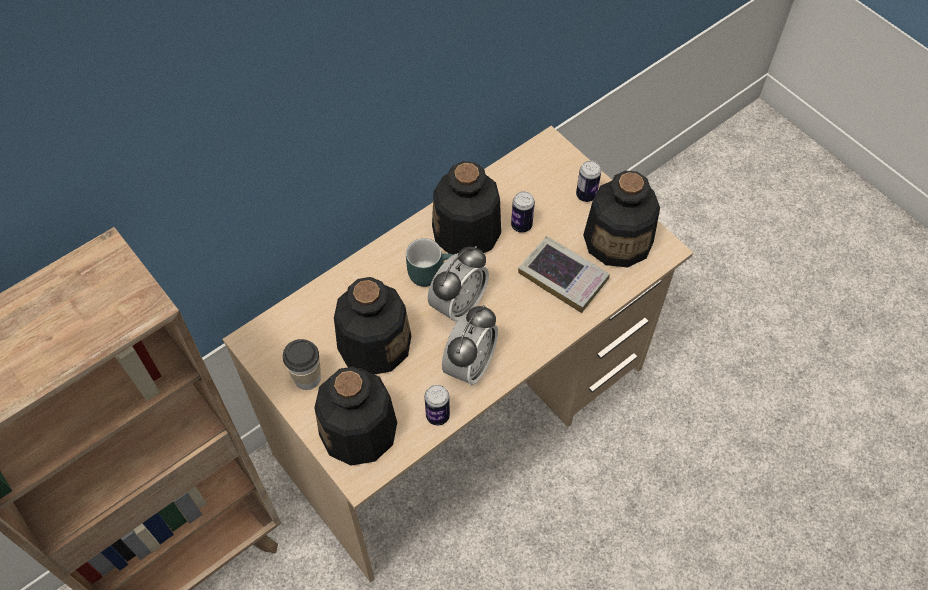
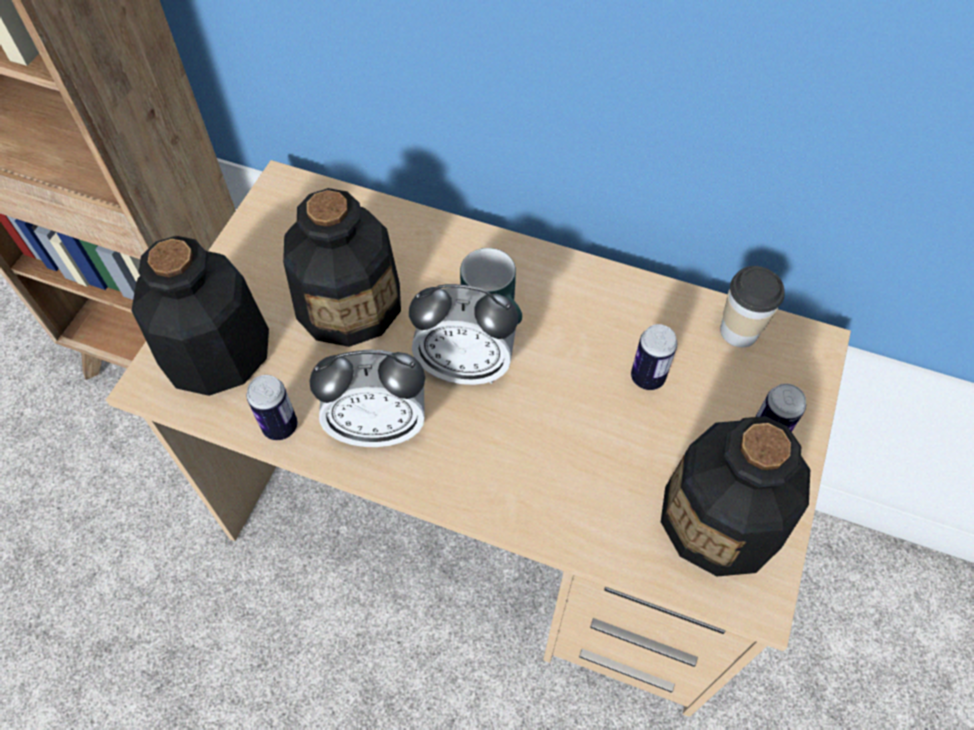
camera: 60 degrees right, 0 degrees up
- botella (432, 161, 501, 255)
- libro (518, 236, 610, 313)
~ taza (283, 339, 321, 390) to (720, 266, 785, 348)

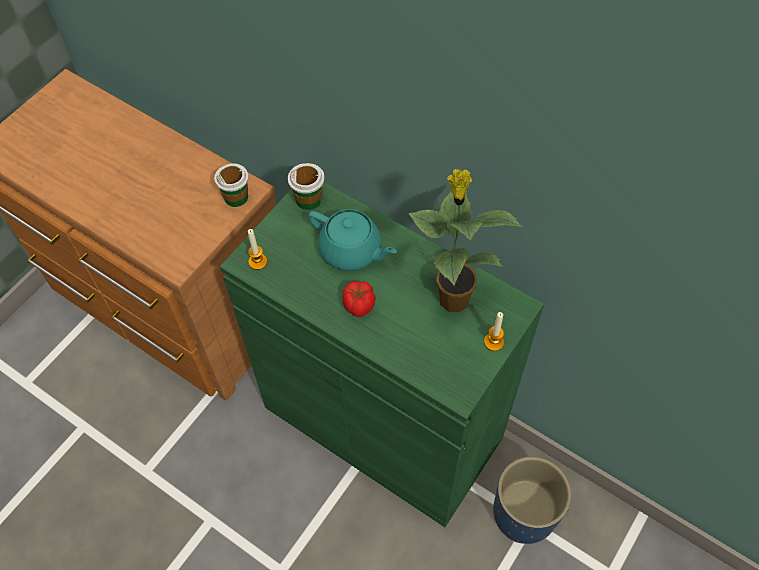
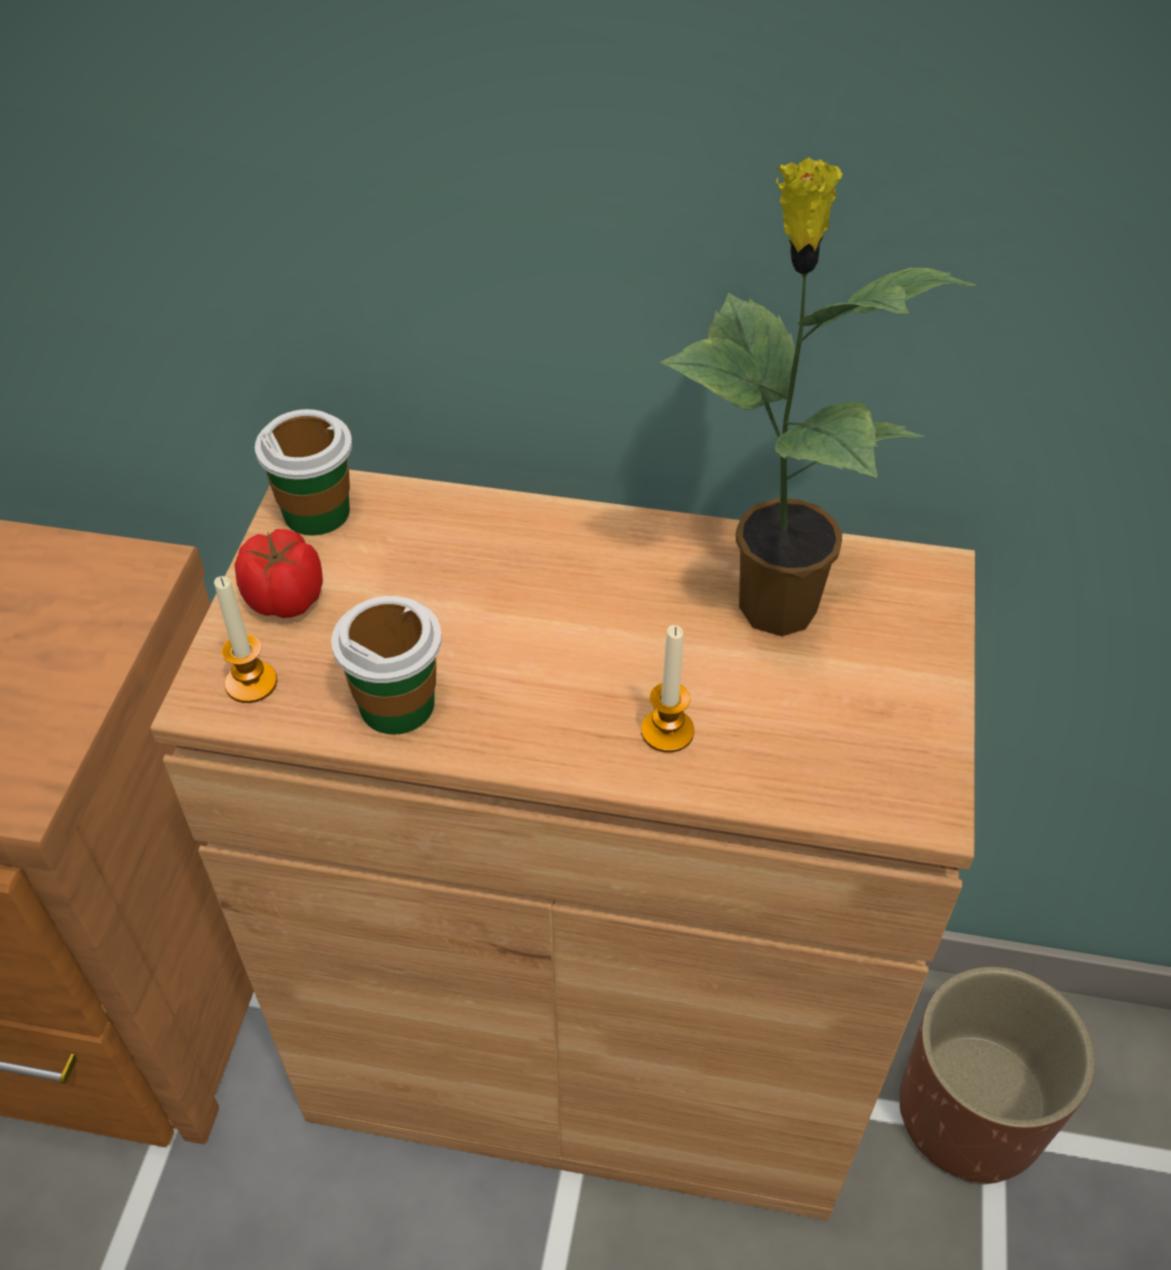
camera: 25 degrees left, 10 degrees down
- tetera/turquesa (308, 209, 397, 271)
~ taza (214, 163, 249, 207) to (331, 596, 442, 735)
~ tomate (342, 281, 376, 317) to (234, 529, 323, 618)
~ vela (484, 312, 504, 351) to (641, 625, 694, 753)
~ armario/verde (220, 182, 544, 527) to armario/marrón (150, 469, 975, 1220)
~ maceta/azul (493, 457, 571, 544) to maceta/marrón (899, 967, 1095, 1184)

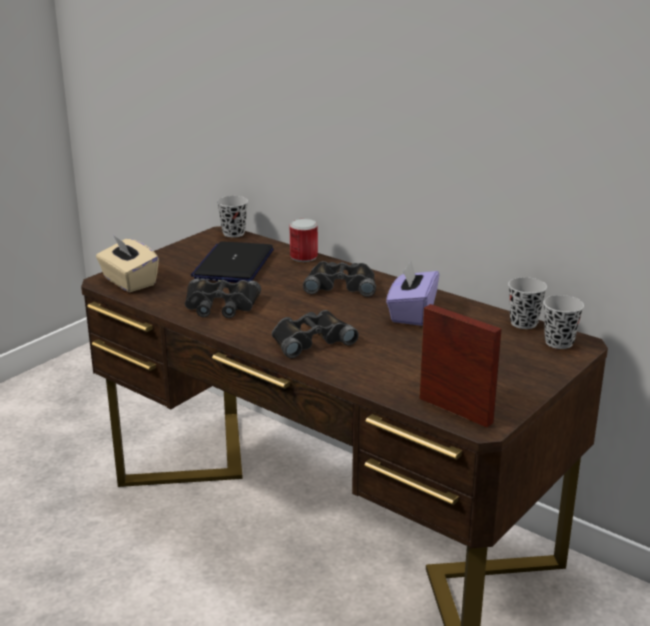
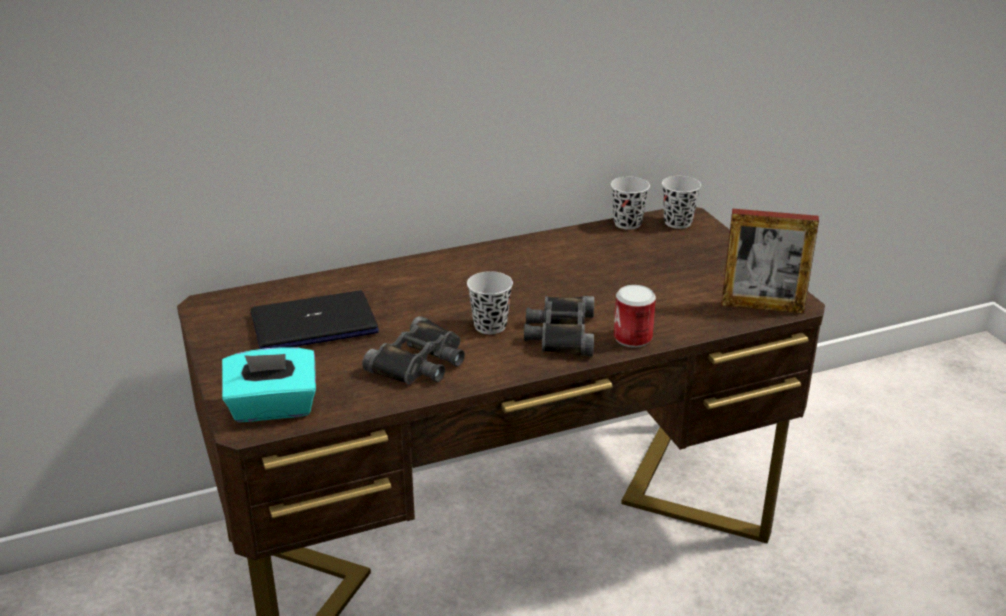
camera: 60 degrees left, 5 degrees up
- prismáticos/negro (303, 261, 376, 297)
- caja de pañuelos/morado (386, 261, 439, 326)
~ taza/negro (217, 196, 248, 238) to (467, 271, 513, 334)
~ lata (290, 219, 318, 262) to (614, 285, 656, 348)
~ caja de pañuelos/beis (96, 235, 159, 292) to caja de pañuelos/turquesa (222, 347, 316, 422)
~ portátil (191, 241, 274, 283) = (251, 290, 379, 349) 120 degrees clockwise
~ portarretratos (419, 304, 502, 427) = (721, 208, 819, 314) 150 degrees counterclockwise

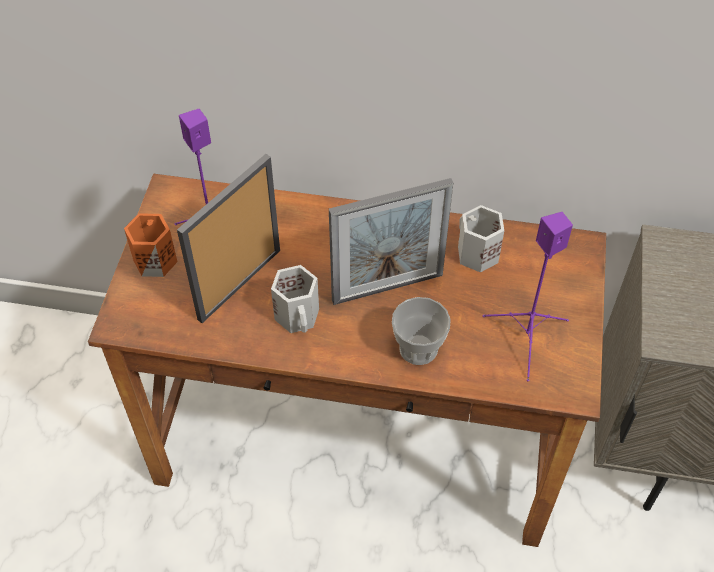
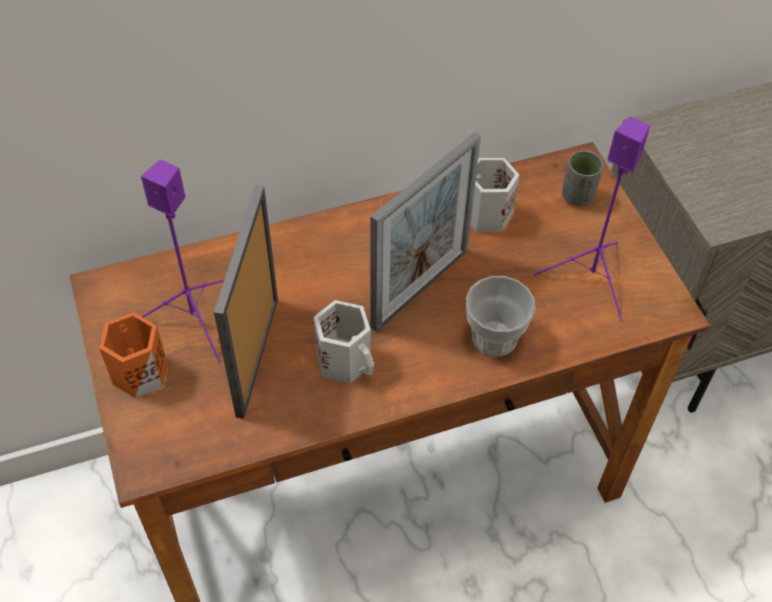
camera: 30 degrees left, 0 degrees up
+ taza/gris (562, 151, 603, 206)

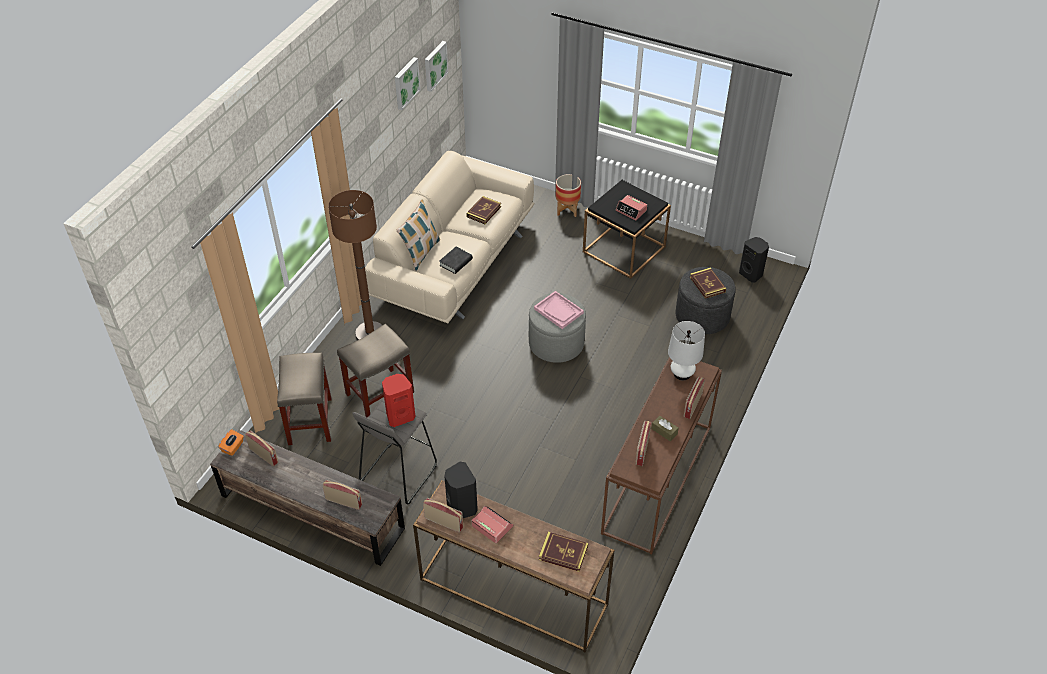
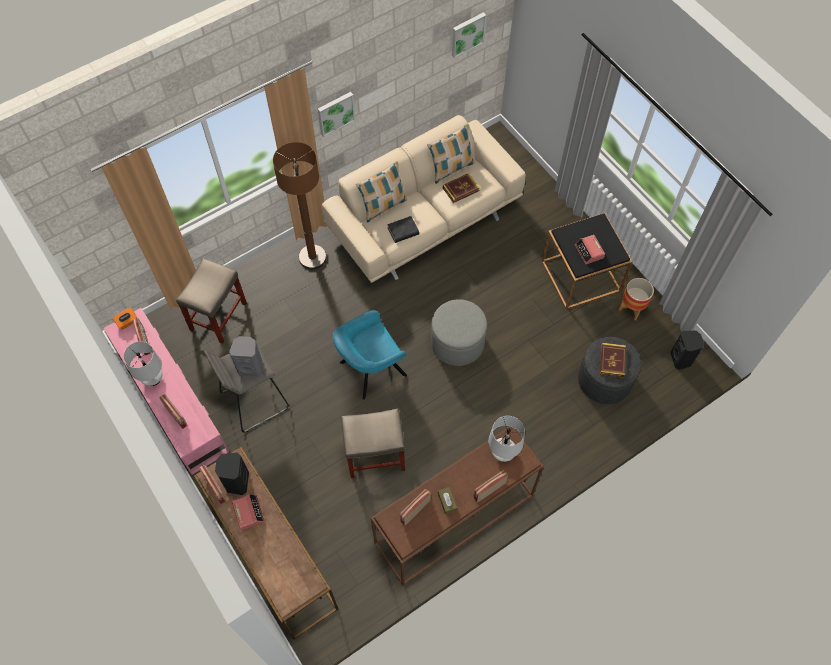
camera: 30 degrees right, 15 degrees up
- bandeja/rosa (534, 291, 584, 329)
- libro (539, 532, 588, 572)
+ lámpara de mesa/blanco (123, 341, 162, 386)
+ sillón/turquesa (333, 310, 407, 400)
+ cojín (427, 124, 475, 184)
~ taburete/beis (337, 324, 414, 418) to (341, 409, 405, 478)
~ cuadro (395, 57, 421, 110) to (318, 92, 356, 137)
~ maceta (556, 174, 581, 217) to (619, 278, 654, 320)
~ mueble de televisión/marrón (210, 430, 405, 566) to mueble de televisión/rosa (104, 308, 229, 475)
~ altavoz/rojo (382, 374, 415, 427) to altavoz/gris (229, 336, 262, 377)

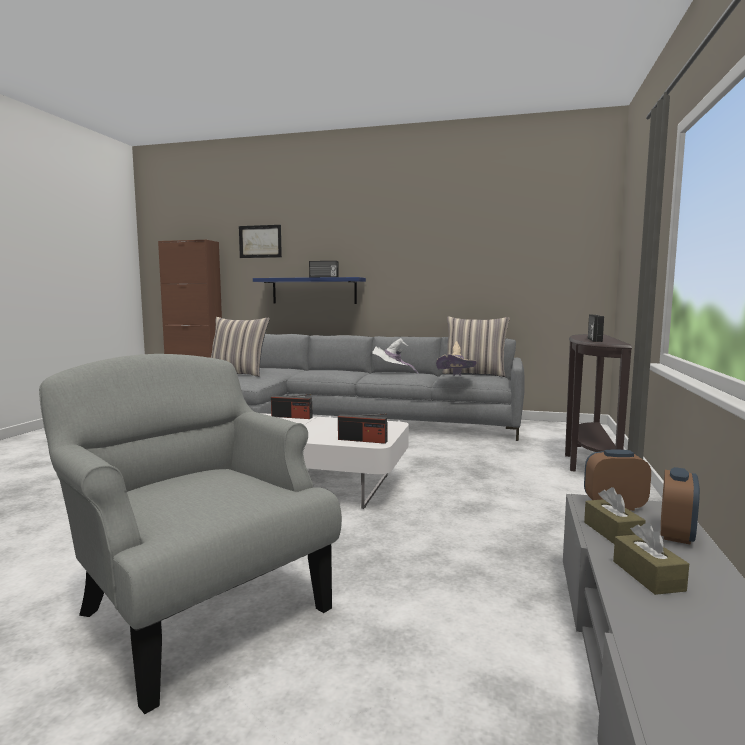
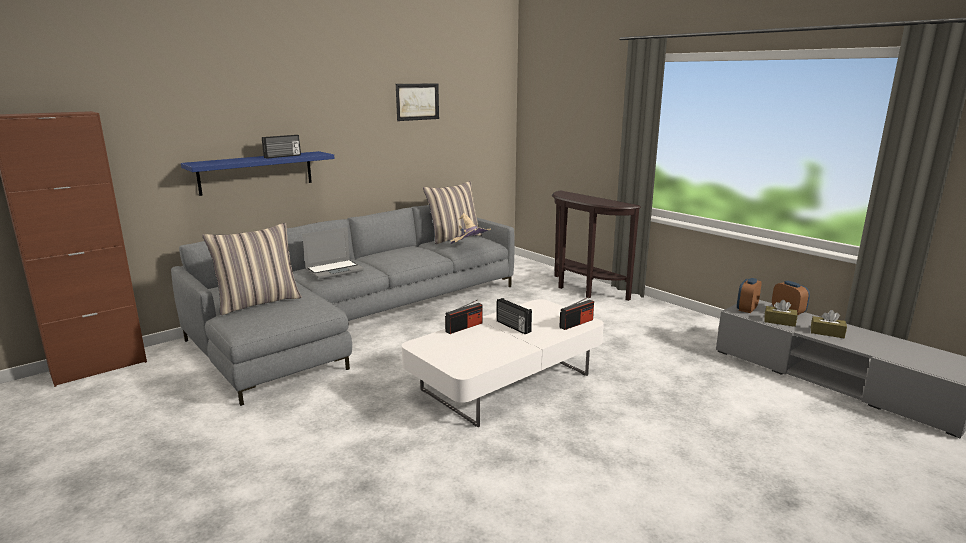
camera: 55 degrees left, 10 degrees up
- sillón/gris (39, 354, 342, 714)
- sombrero/blanco (372, 338, 418, 374)
+ portátil (302, 227, 364, 279)
~ cuadro (239, 225, 282, 258) to (396, 83, 439, 121)
~ radio (588, 315, 604, 342) to (497, 298, 532, 334)

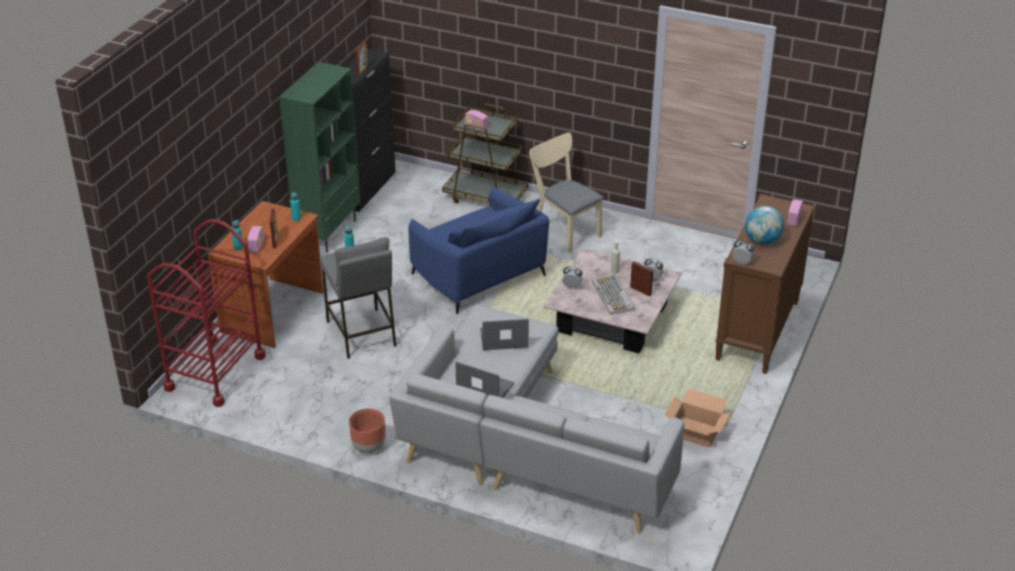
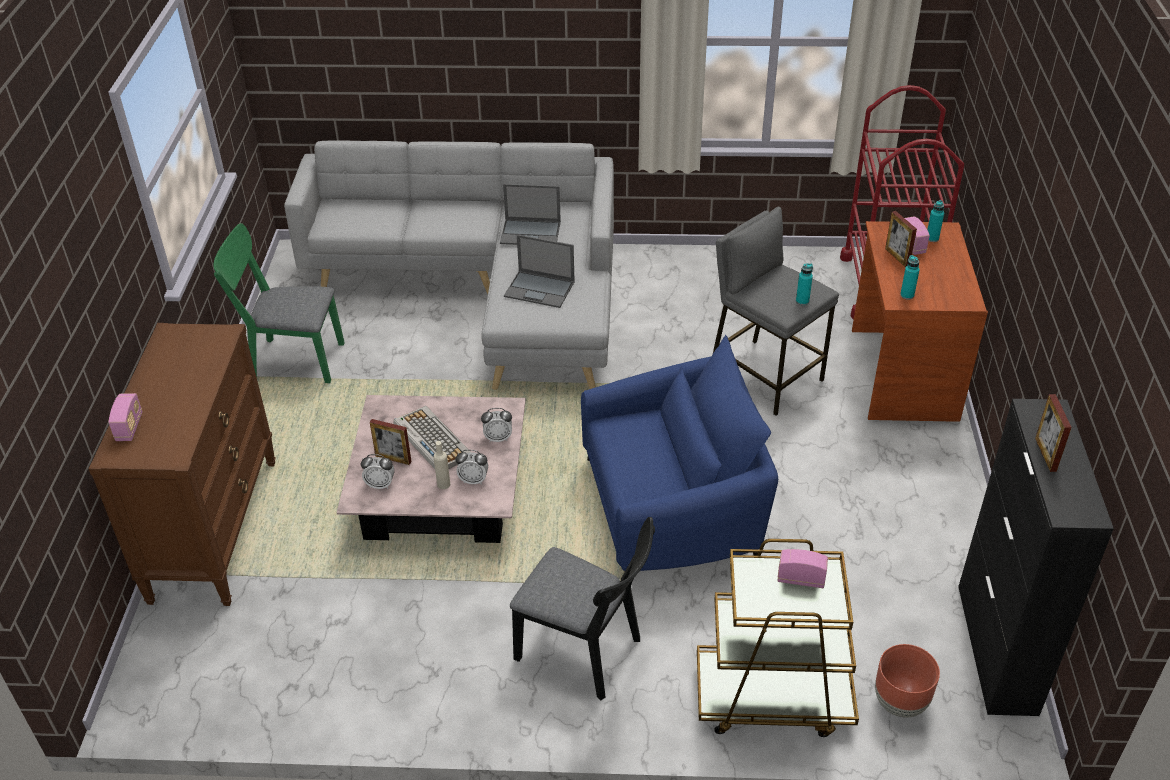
camera: 160 degrees right, 5 degrees up
- estantería/verde (279, 62, 361, 252)
- globo terráqueo (745, 206, 784, 245)
~ maceta/marrón (349, 409, 386, 453) to (875, 644, 940, 718)
~ despertador (732, 239, 755, 265) to (455, 450, 488, 485)
~ caja de cartón (665, 389, 730, 448) to silla/verde (213, 223, 345, 383)
~ silla/beis (529, 132, 603, 253) to silla/negro (510, 517, 655, 701)
~ sillón/azul (408, 188, 549, 314) = (581, 335, 778, 571) 135 degrees clockwise
~ portátil (480, 319, 529, 350) = (504, 234, 575, 308) 45 degrees clockwise

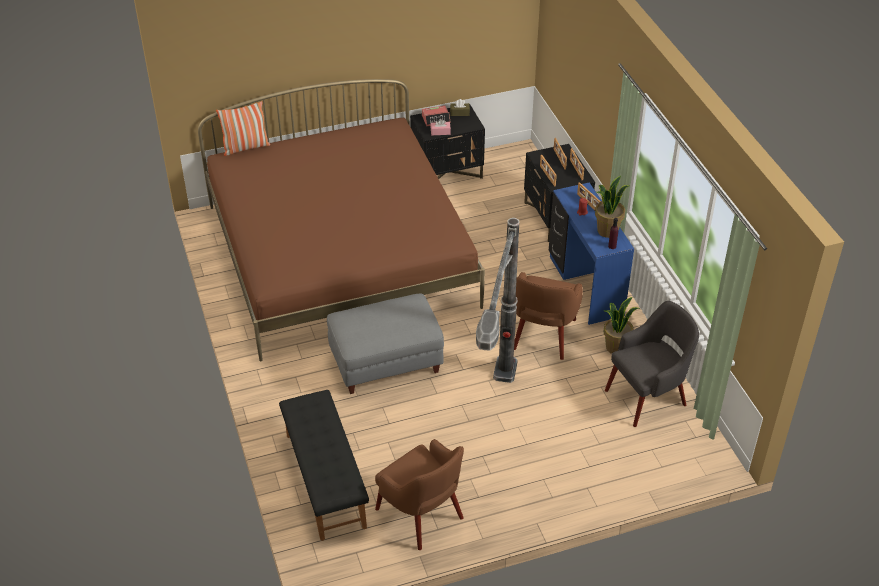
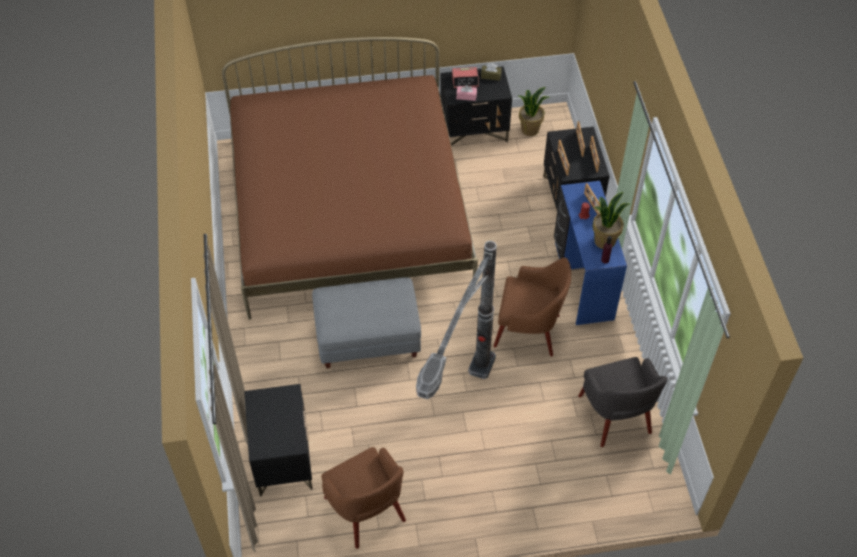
camera: 10 degrees right, 10 degrees up
- cojín (216, 101, 270, 156)
~ planta en maceta (604, 297, 640, 354) to (519, 87, 550, 136)
~ banco/negro (279, 390, 369, 541) to mesita de noche/negro (244, 384, 312, 496)
~ sillón/marrón (514, 272, 583, 360) = (494, 257, 571, 356) 105 degrees counterclockwise
~ sillón/gris (605, 301, 699, 427) = (578, 357, 668, 447) 90 degrees clockwise

